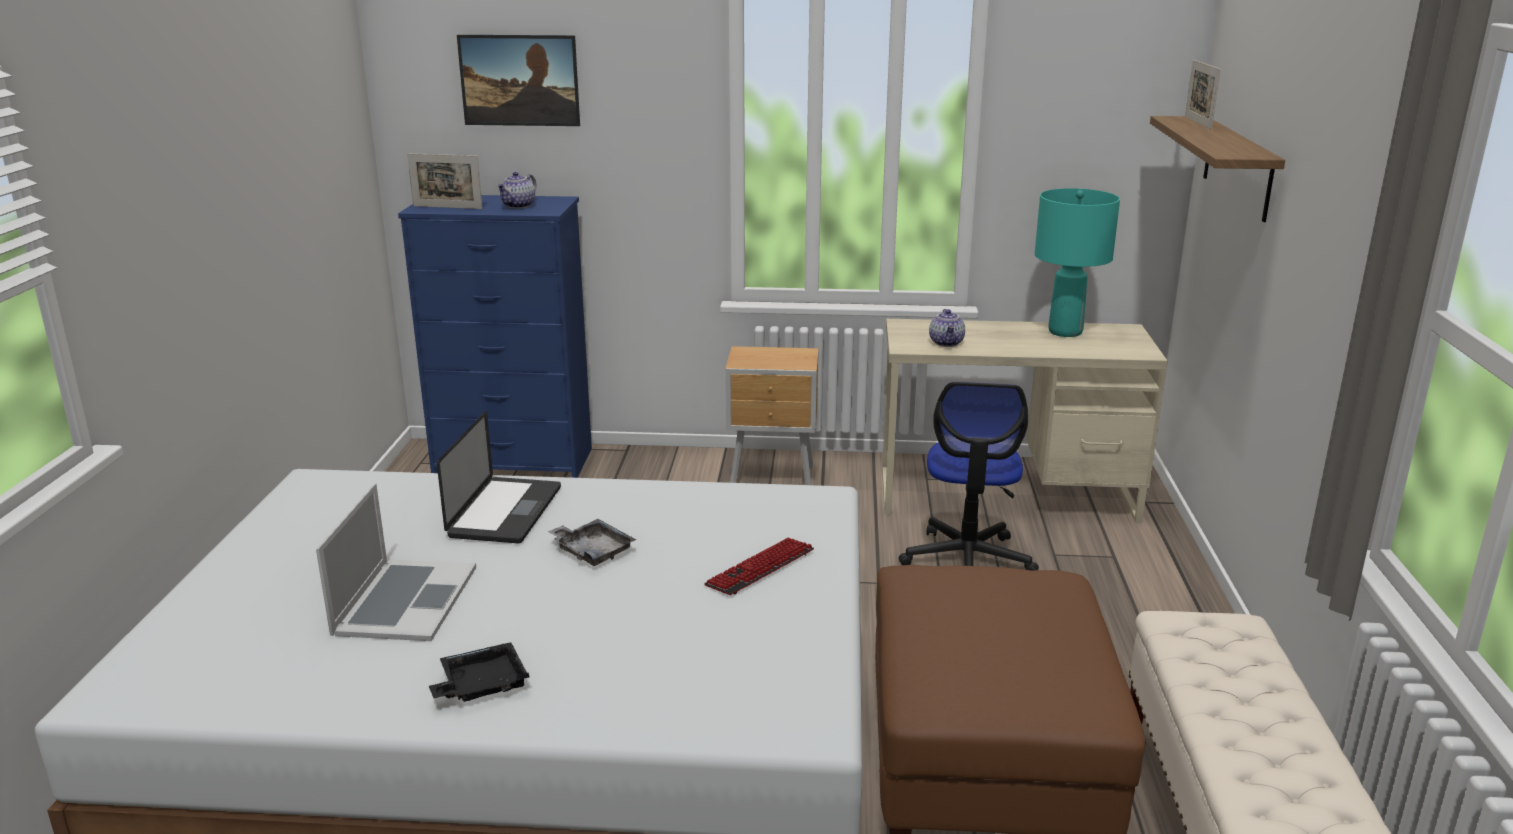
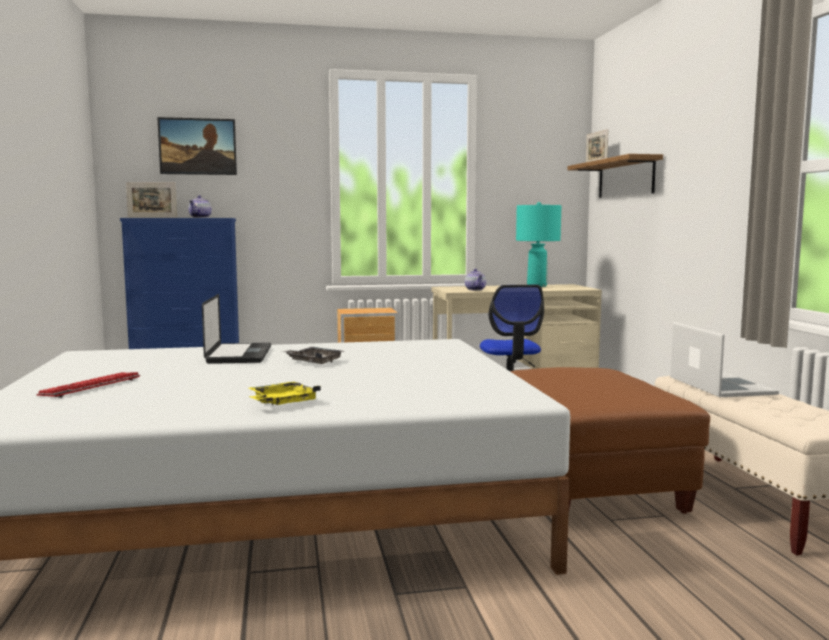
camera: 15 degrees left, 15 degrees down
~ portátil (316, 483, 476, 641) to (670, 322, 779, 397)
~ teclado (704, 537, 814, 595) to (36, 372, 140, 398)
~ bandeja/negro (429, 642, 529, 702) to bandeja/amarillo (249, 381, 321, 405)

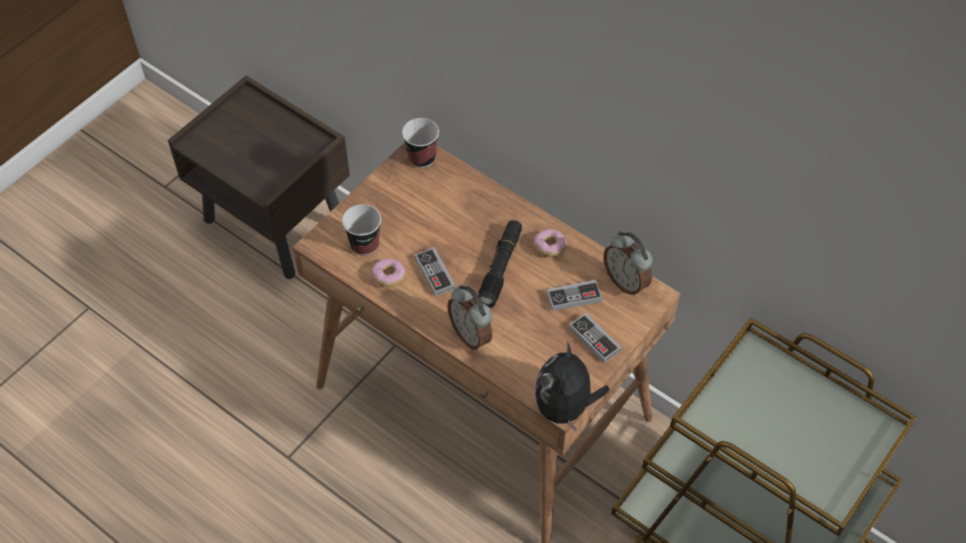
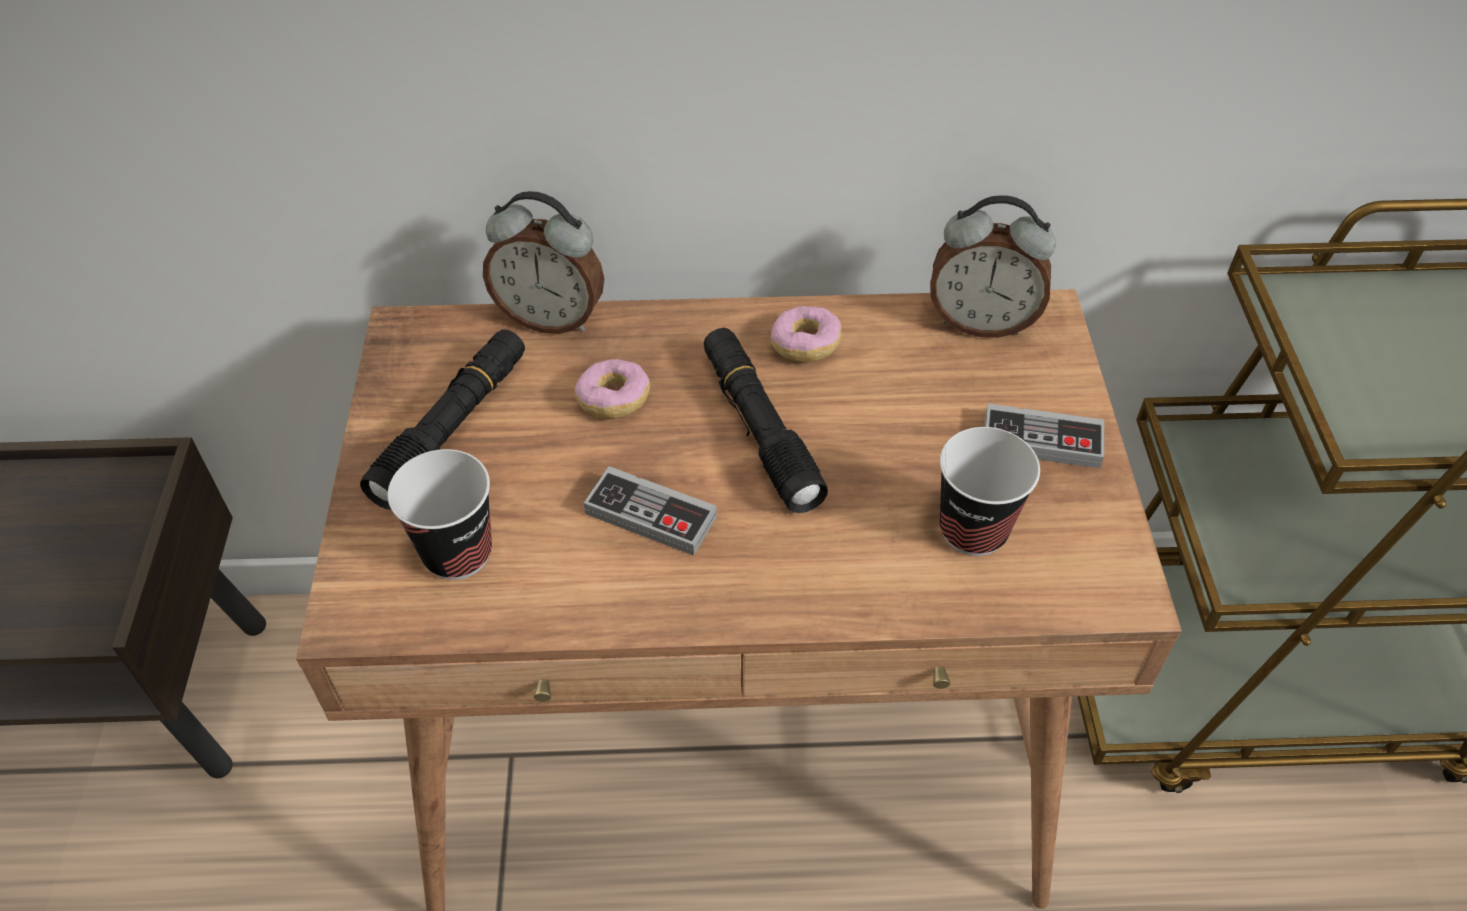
camera: 40 degrees left, 5 degrees down
- peluche (535, 341, 610, 432)
- mando de consola (547, 280, 602, 311)
+ linterna/negro (360, 329, 525, 510)
~ rosquilla (372, 258, 405, 287) to (575, 359, 650, 419)
~ taza (402, 118, 439, 168) to (940, 427, 1040, 556)
~ despertador (448, 285, 492, 350) to (483, 191, 605, 334)

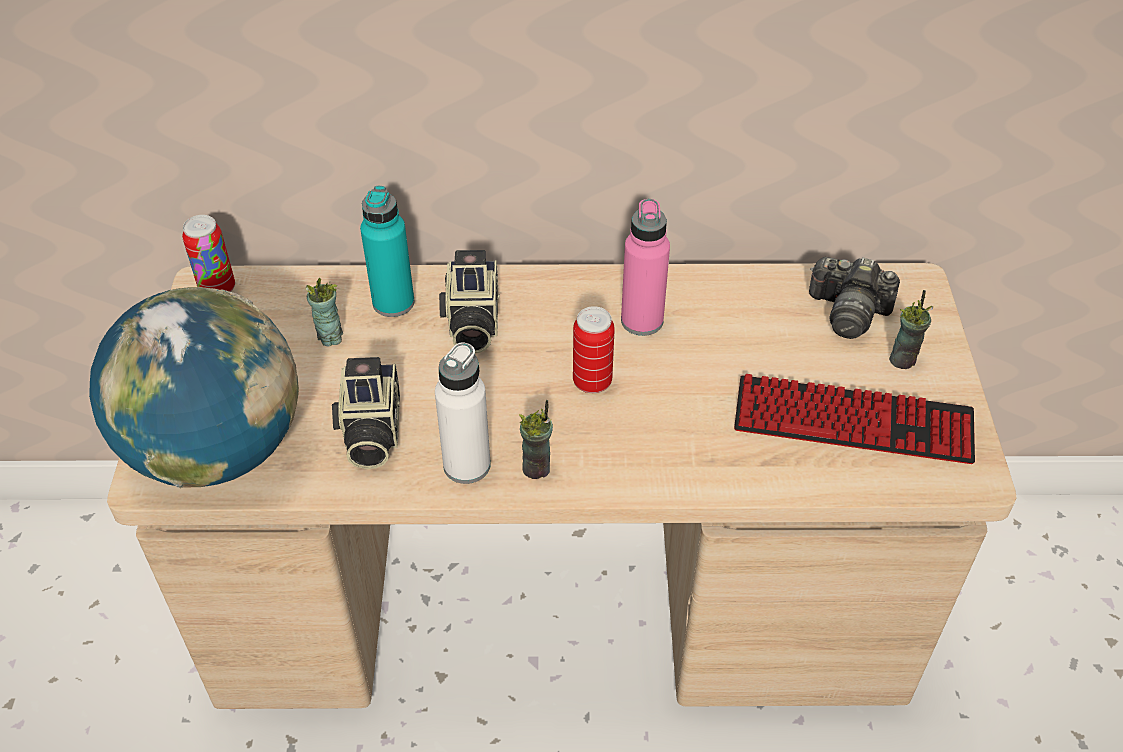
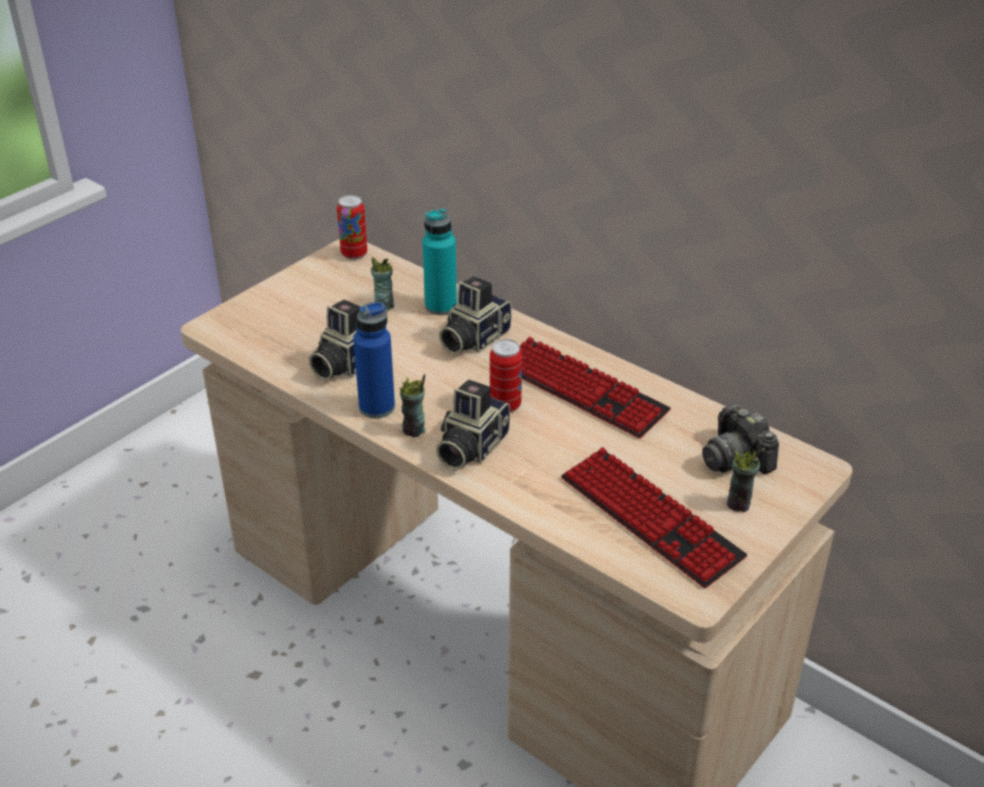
camera: 40 degrees right, 10 degrees down
- globo terráqueo (89, 287, 299, 489)
+ cámara (436, 380, 510, 470)
~ botella/rosa (621, 199, 670, 336) to teclado (520, 337, 671, 438)
~ botella/blanco (435, 342, 491, 484) to botella/azul (353, 302, 395, 418)

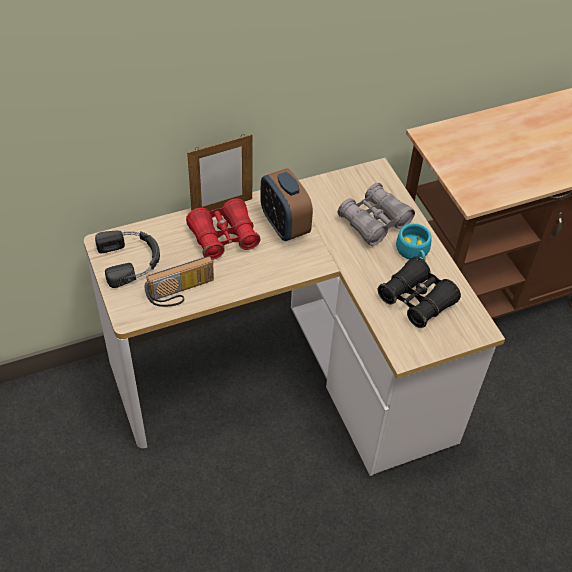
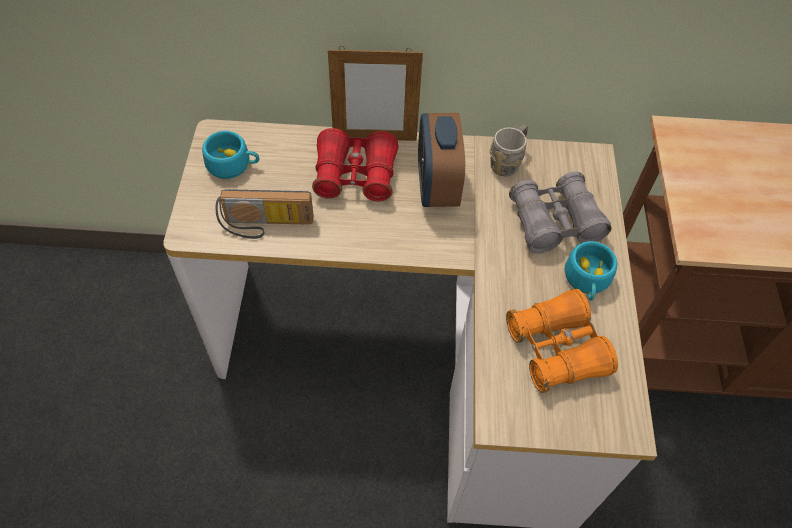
camera: 25 degrees right, 5 degrees up
+ taza grande/gris (490, 124, 528, 177)
~ auriculares/negro (95, 231, 160, 288) to taza/turquesa (202, 131, 260, 179)
~ prismáticos/negro (378, 257, 461, 328) to prismáticos/naranja (506, 289, 618, 393)

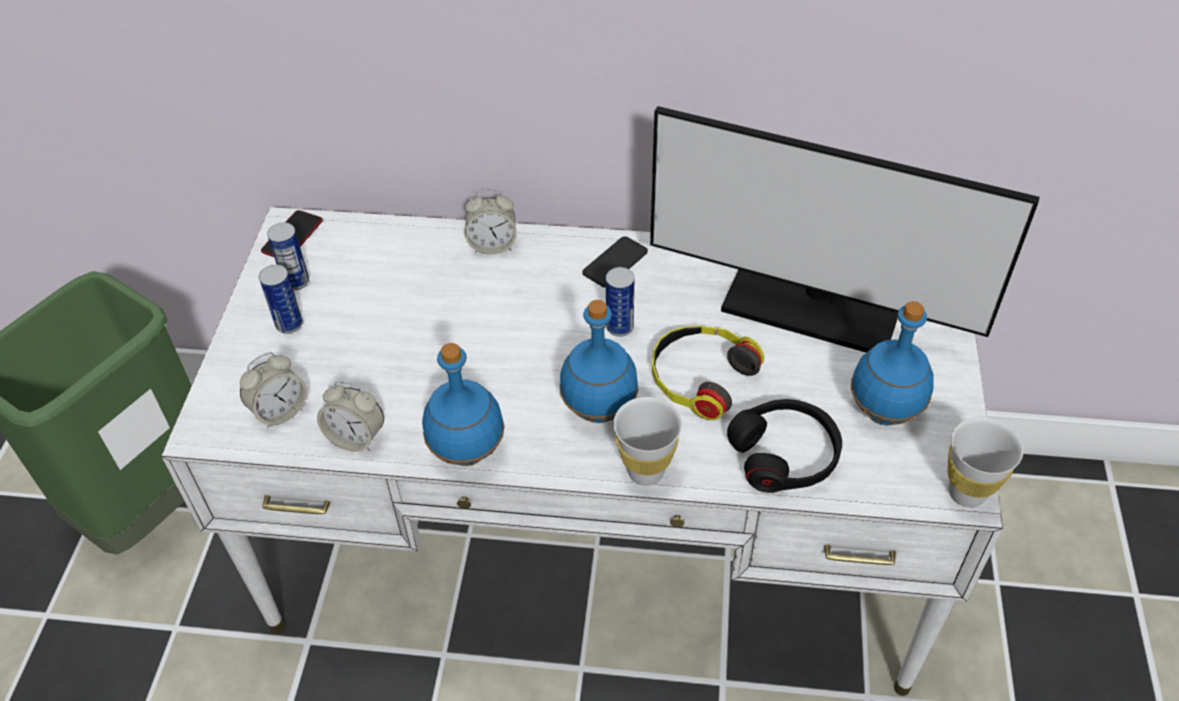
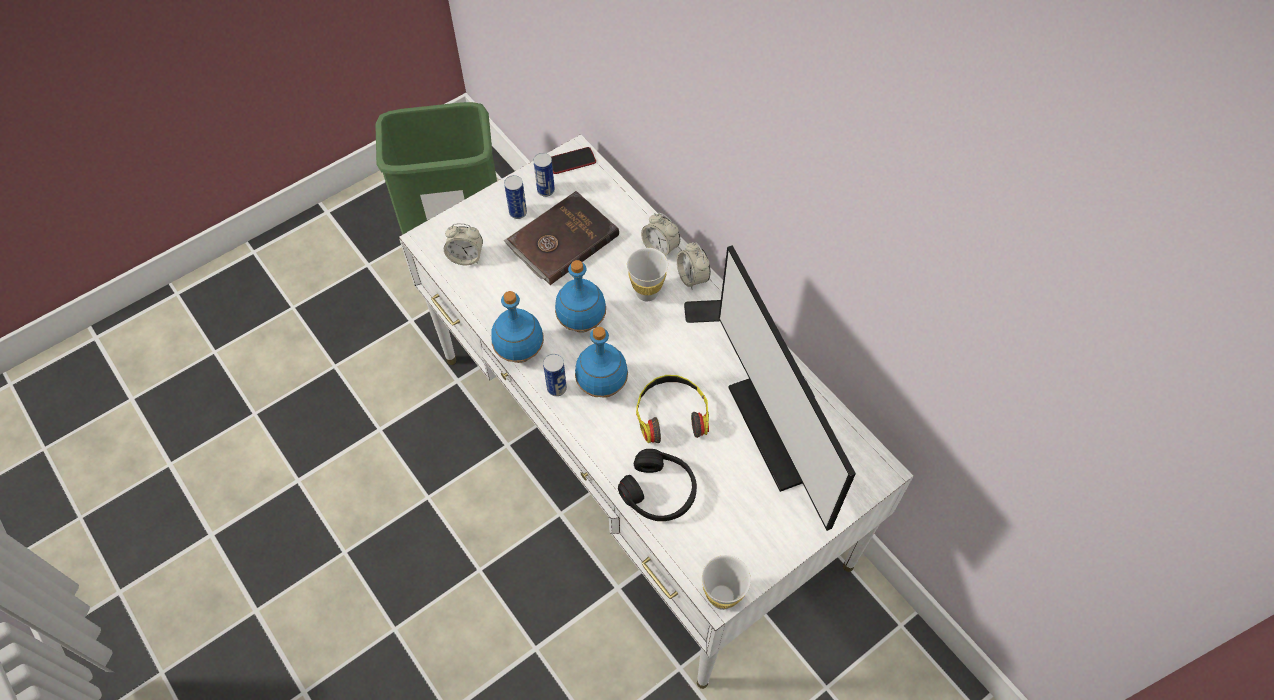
camera: 45 degrees right, 10 degrees up
+ libro/marrón (504, 191, 619, 285)
~ despertador (317, 381, 384, 452) to (677, 242, 711, 289)
~ lata (606, 267, 634, 337) to (543, 354, 567, 396)
~ taza/blanco (613, 397, 682, 486) to (627, 248, 668, 301)
~ botella/azul (851, 301, 934, 426) to (555, 260, 606, 333)

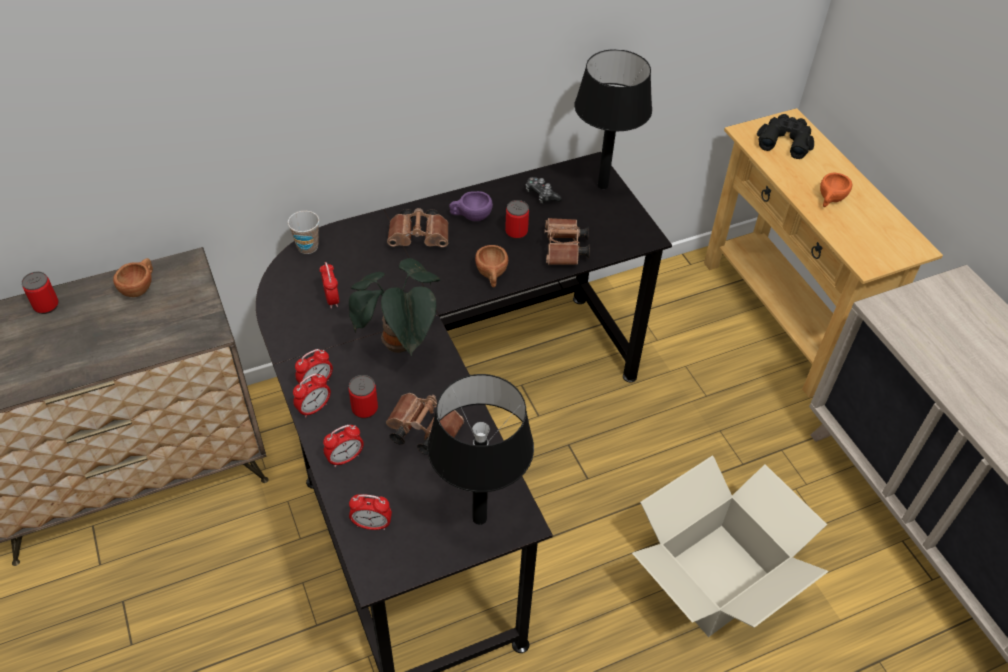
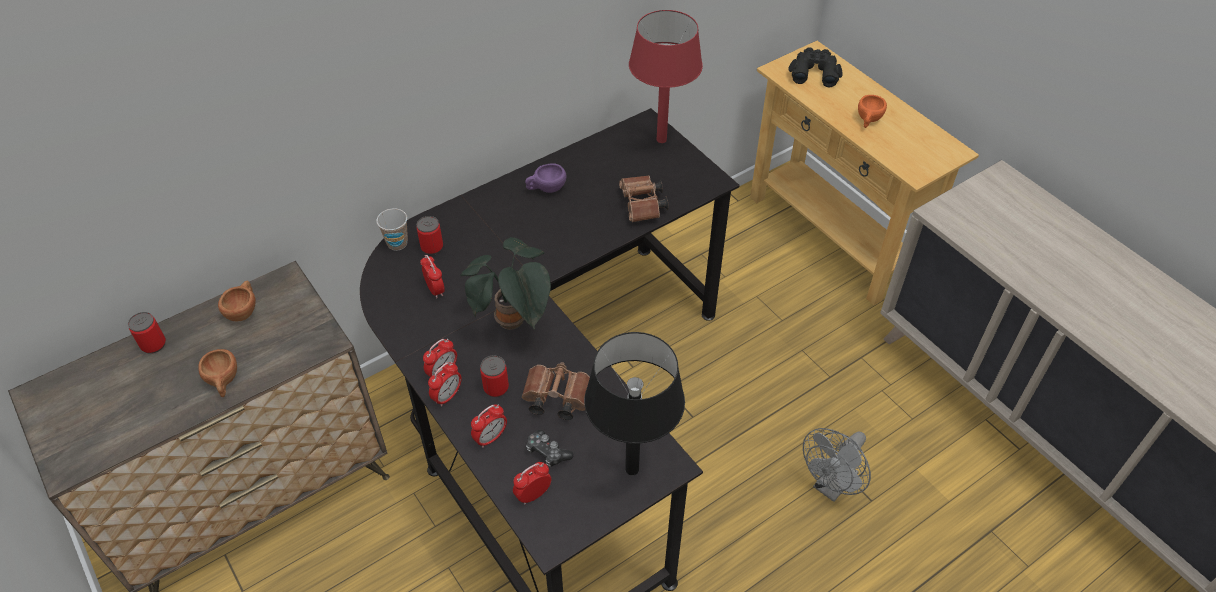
camera: 10 degrees left, 0 degrees up
- prismáticos/marrón (387, 208, 448, 247)
~ taza/marrón (475, 245, 508, 287) to (198, 349, 237, 397)
~ lata (505, 200, 529, 239) to (416, 216, 443, 255)
~ mando de consola (525, 177, 562, 203) to (526, 430, 573, 467)
~ caja de cartón (632, 455, 828, 637) to ventilador/gris (803, 428, 871, 502)
~ lámpara de mesa/negro (575, 49, 652, 189) to lámpara de mesa/rojo (629, 10, 703, 143)
~ despertador (349, 494, 392, 530) = (513, 462, 551, 504) 150 degrees clockwise

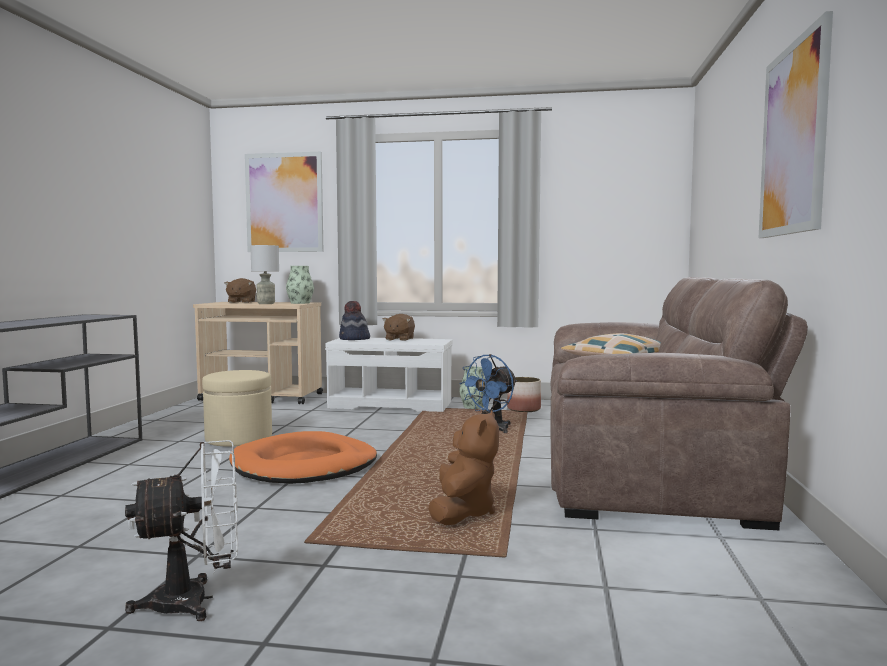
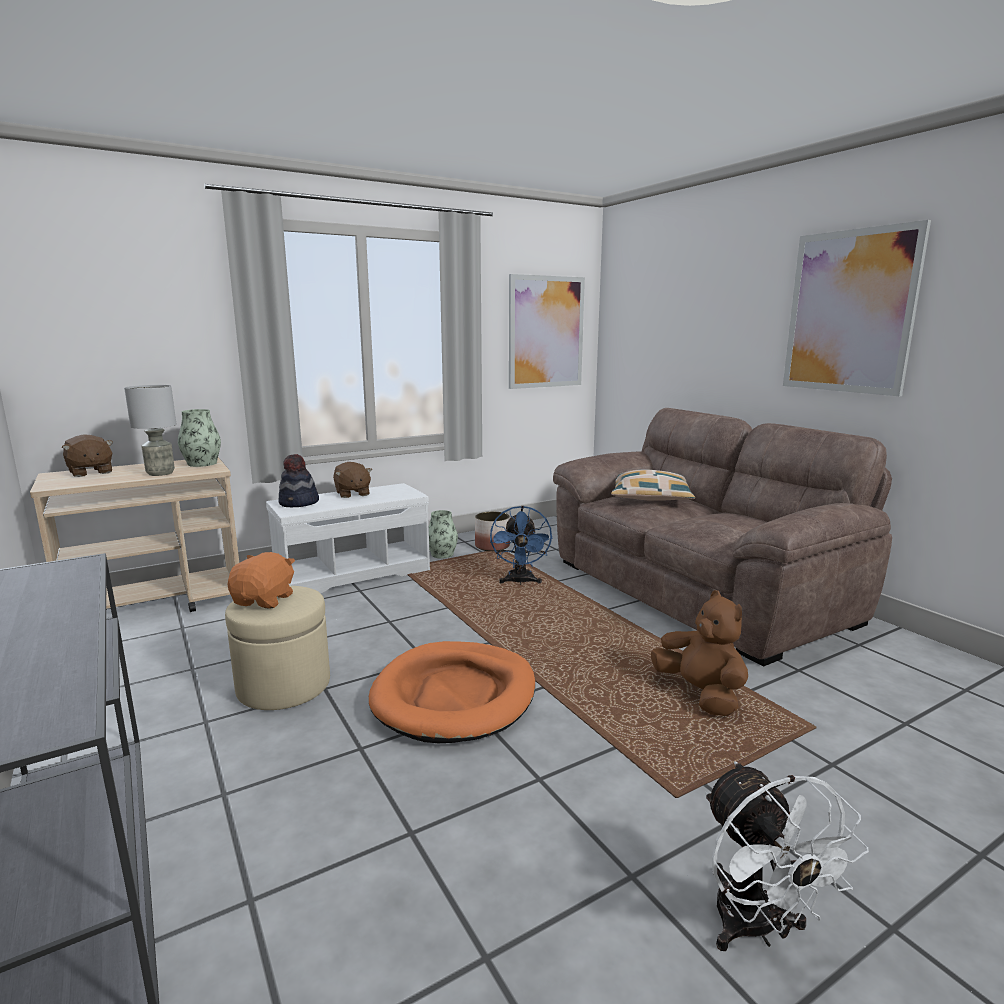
camera: 40 degrees left, 10 degrees up
+ peluche/naranja (228, 552, 295, 609)
~ cuadro (245, 152, 323, 252) to (509, 274, 585, 389)
~ ventilador/blanco (125, 440, 238, 621) = (705, 762, 869, 951) 135 degrees clockwise

